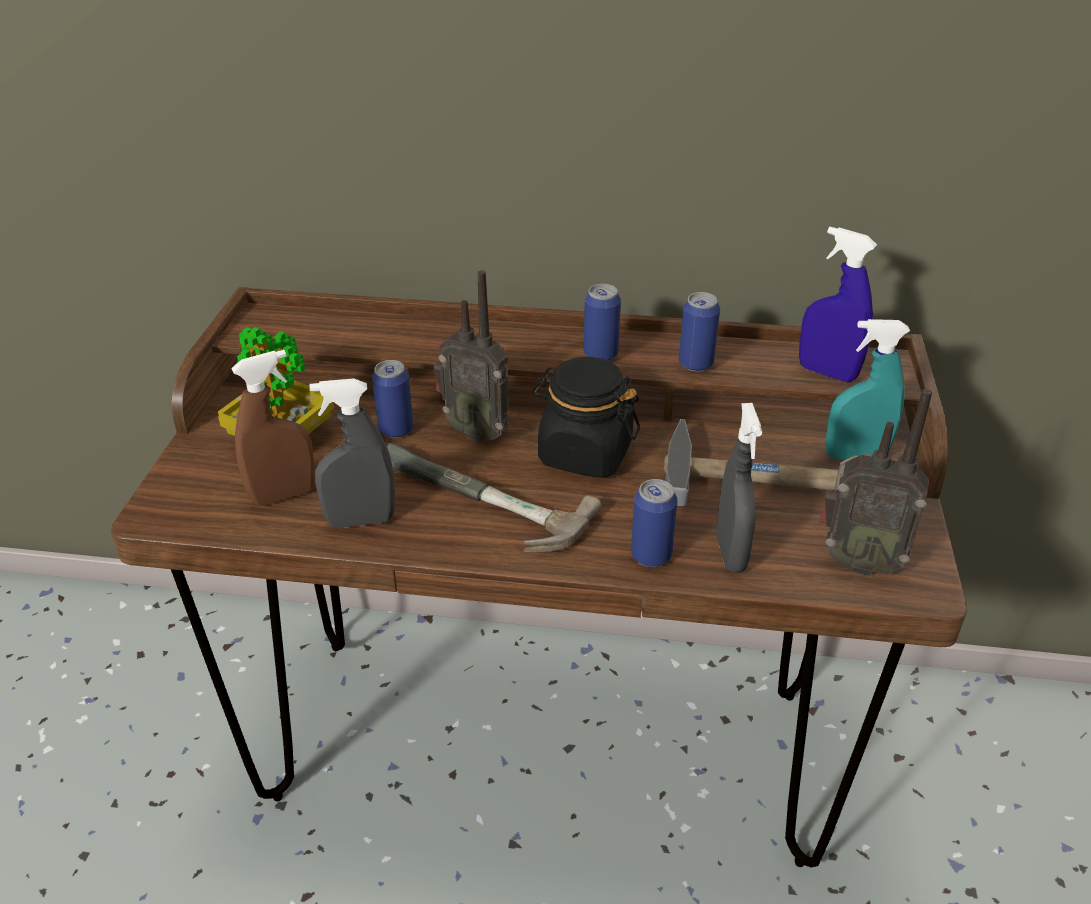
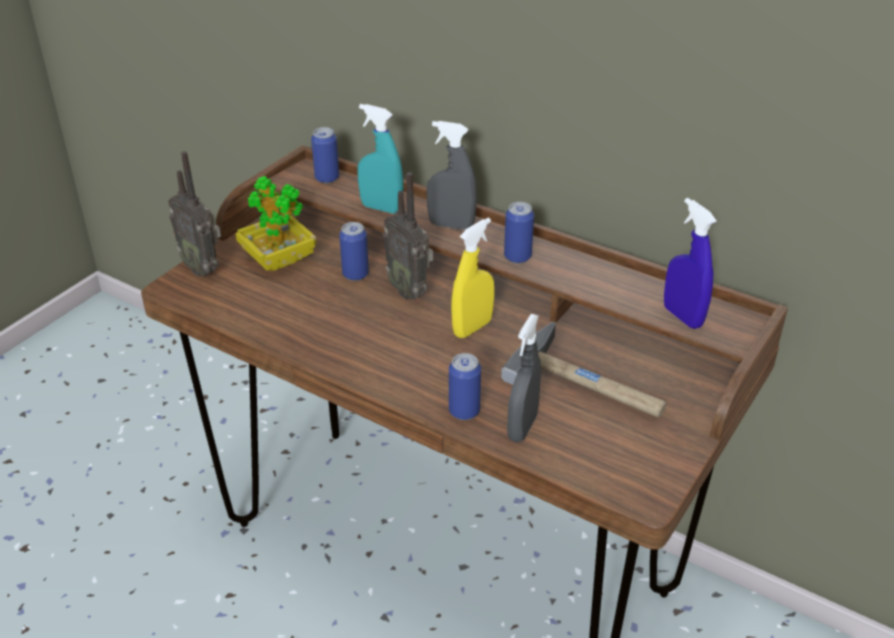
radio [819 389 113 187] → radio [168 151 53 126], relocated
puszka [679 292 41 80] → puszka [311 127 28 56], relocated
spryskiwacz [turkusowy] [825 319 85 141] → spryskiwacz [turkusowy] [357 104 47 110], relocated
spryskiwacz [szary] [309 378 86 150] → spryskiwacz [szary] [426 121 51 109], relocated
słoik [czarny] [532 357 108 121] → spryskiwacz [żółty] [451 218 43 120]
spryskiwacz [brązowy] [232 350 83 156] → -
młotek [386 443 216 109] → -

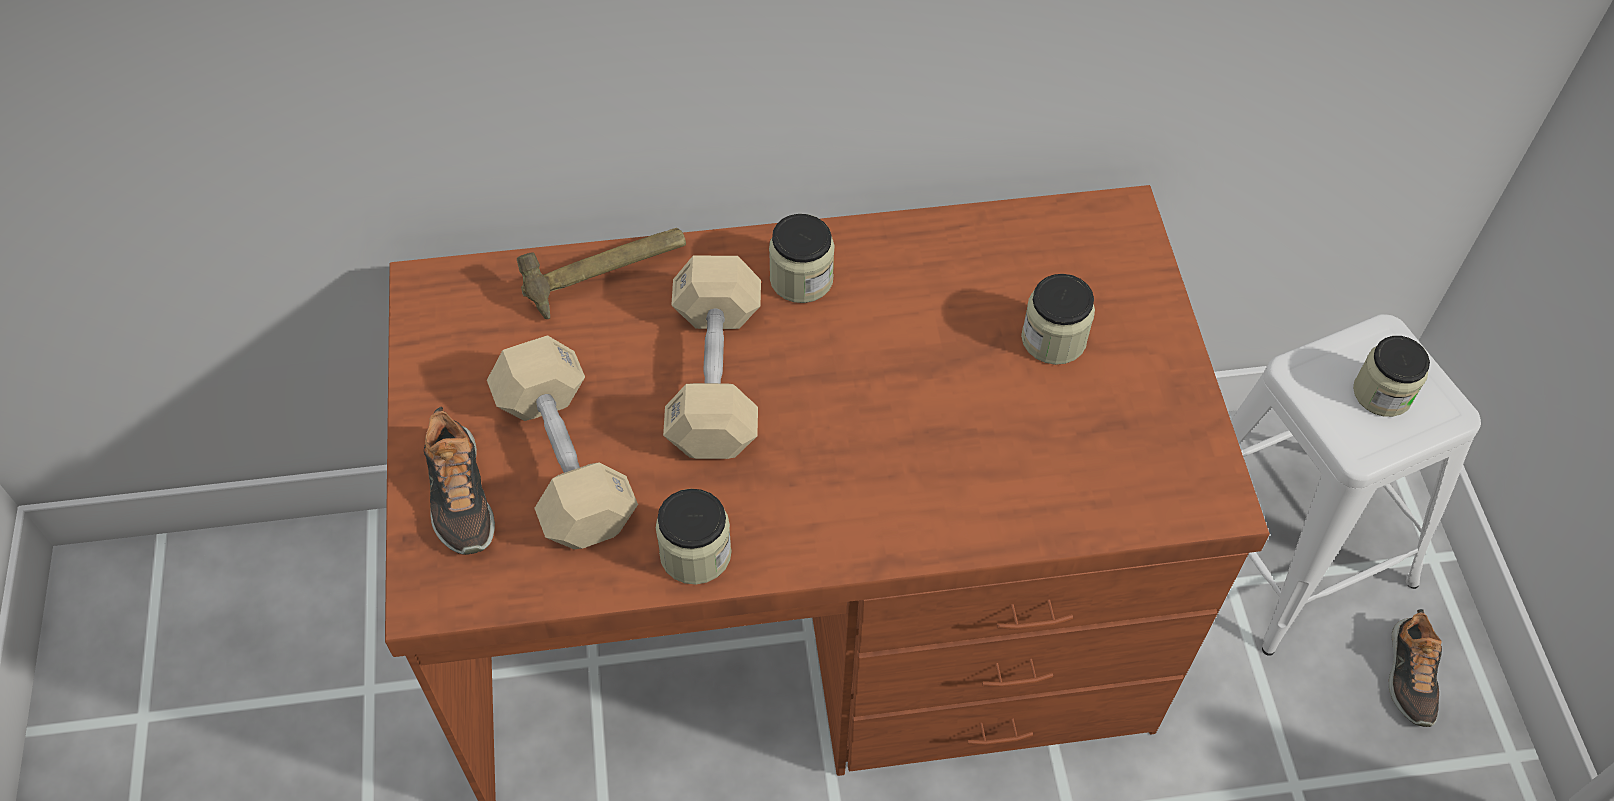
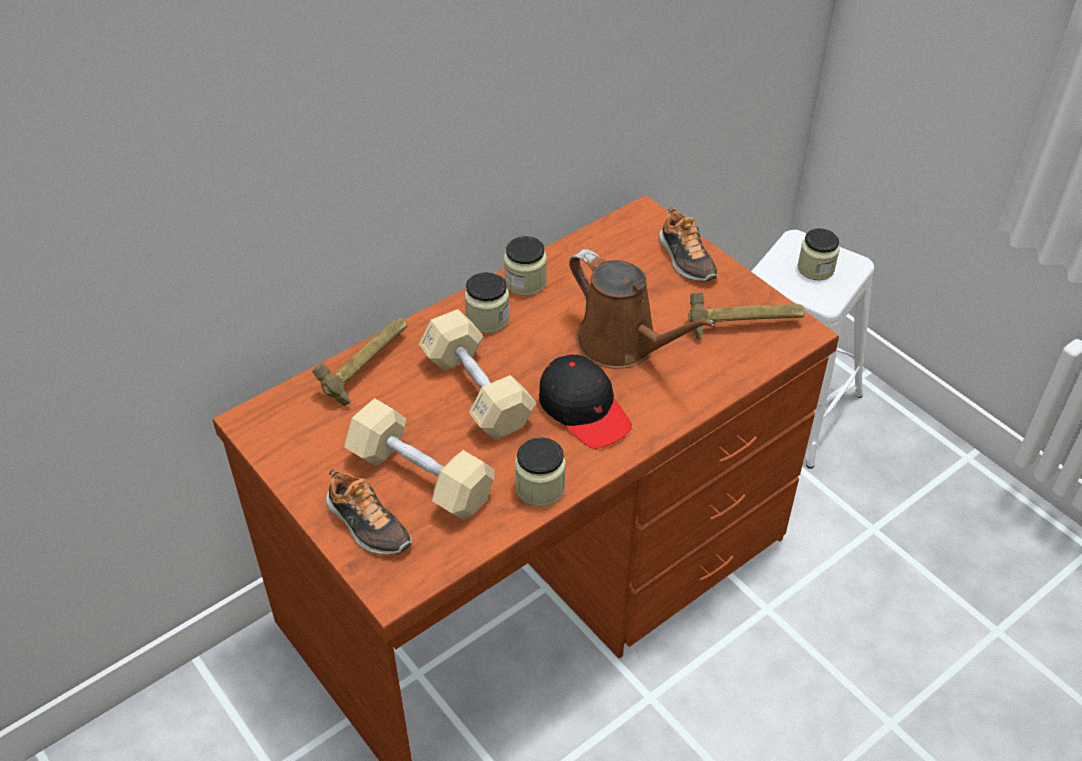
słoik [1021 274 74 91] → słoik [504 236 43 60], relocated
- → czapka z daszkiem [czarny] [539 354 93 95]
- → konewka [brązowy] [569 249 146 120]
but [1389 609 53 118] → but [659 207 59 74], relocated
- → młotek [688 292 117 47]

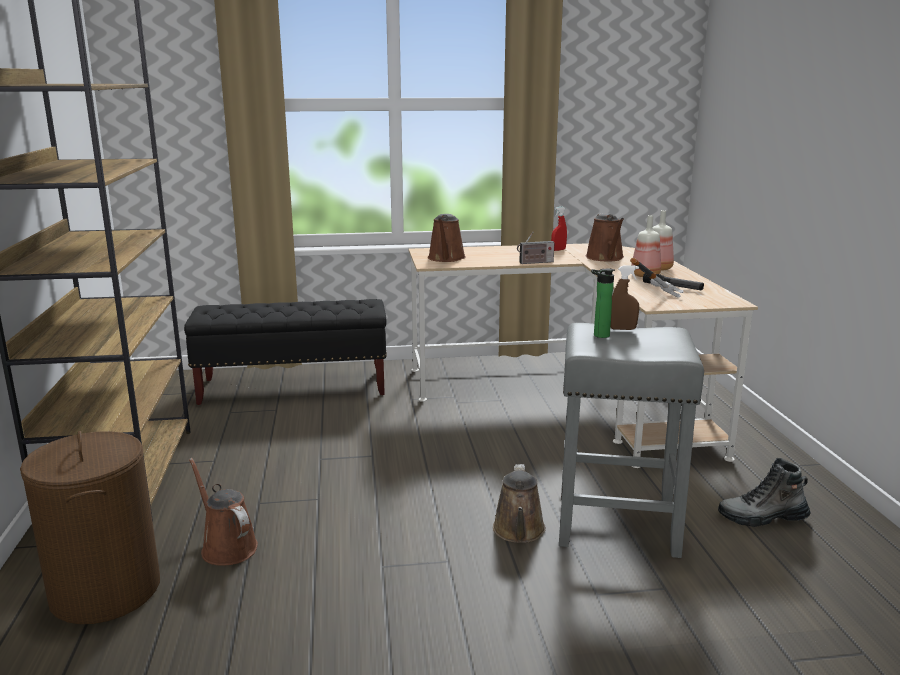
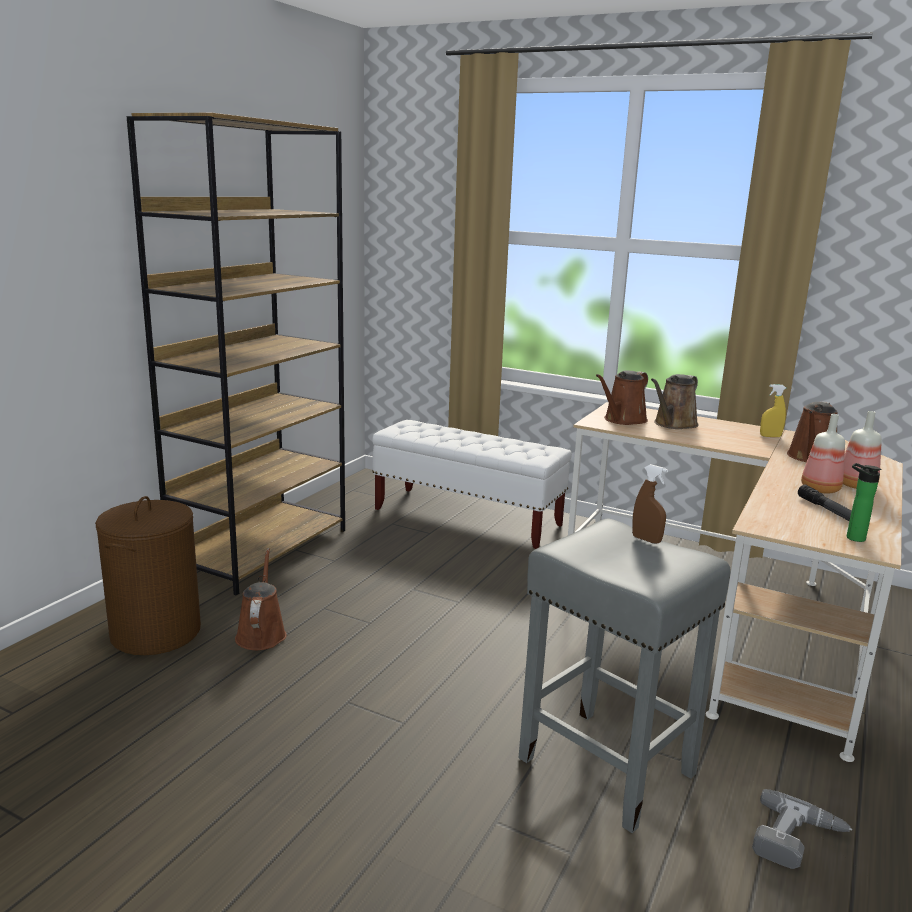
ławka [czarny] [184 299 203 106] → ławka [biały] [372 420 200 129]
konewka [brązowy] [493 464 53 79] → konewka [brązowy] [651 374 48 55], relocated
but z cholewką [718 458 93 69] → wiertarka [752 789 100 80]
spryskiwacz [czerwony] [551 207 16 44] → spryskiwacz [żółty] [760 384 26 53]
butelka [591 268 24 70] → butelka [847 463 35 79], relocated
radio [517 232 38 32] → -
młotek [630 258 54 40] → -

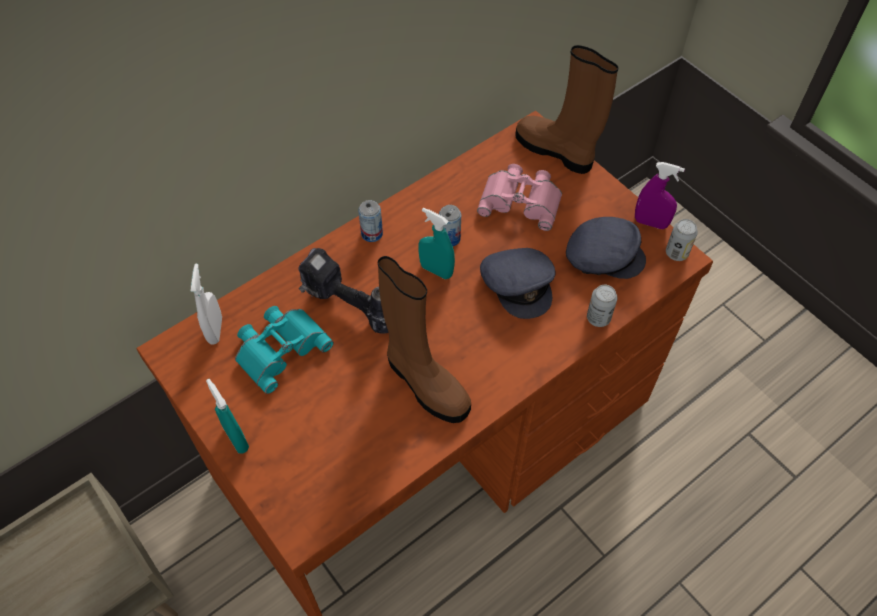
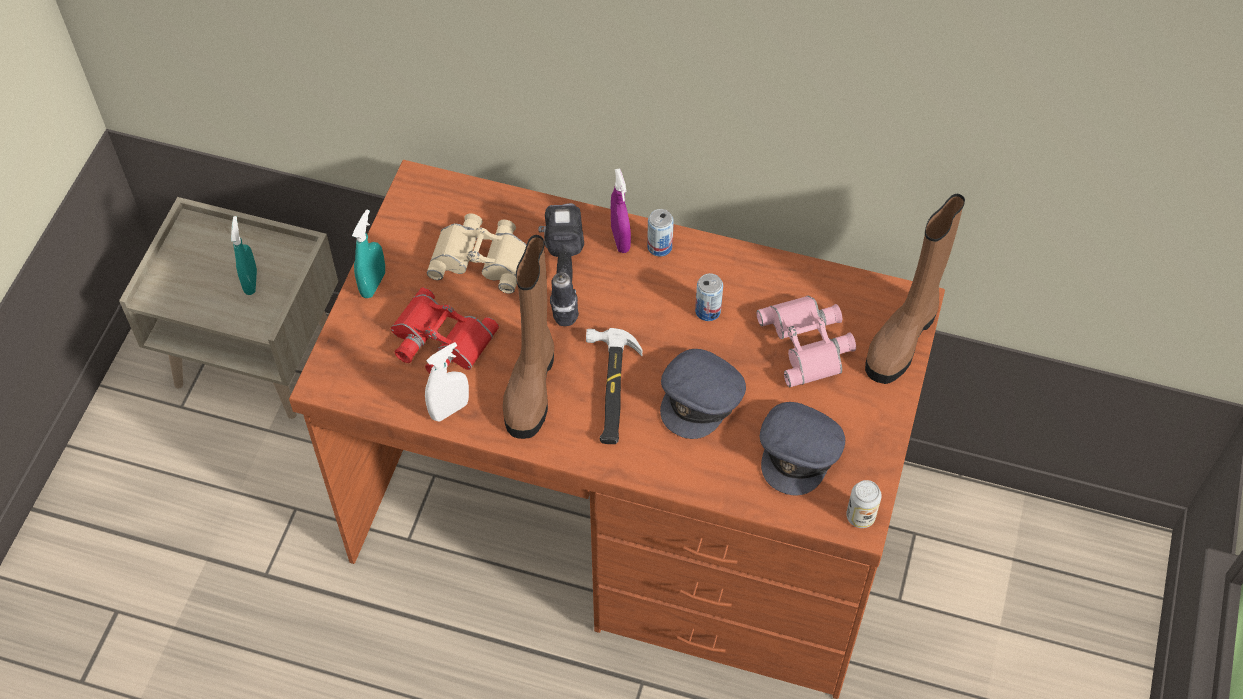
spryskiwacz [turkusowy] [418 208 37 71] → spryskiwacz [turkusowy] [231 216 26 79], relocated
- → lornetka [czerwony] [391 288 108 85]
spryskiwacz [biały] [191 264 31 81] → spryskiwacz [biały] [425 342 44 80], relocated
lornetka [turkusowy] [235 306 99 88] → lornetka [beżowy] [427 213 100 81]
- → młotek [586 328 56 116]
spryskiwacz [fioletowy] [635 162 50 67] → spryskiwacz [fioletowy] [611 168 20 85], relocated
czapka z daszkiem [szary] [566 217 80 62] → czapka z daszkiem [szary] [760 402 85 93], 45 degrees clockwise
but z cholewką [brązowy] [515 45 103 129] → but z cholewką [brązowy] [865 194 100 190], 150 degrees counterclockwise
puszka [587 285 30 42] → -

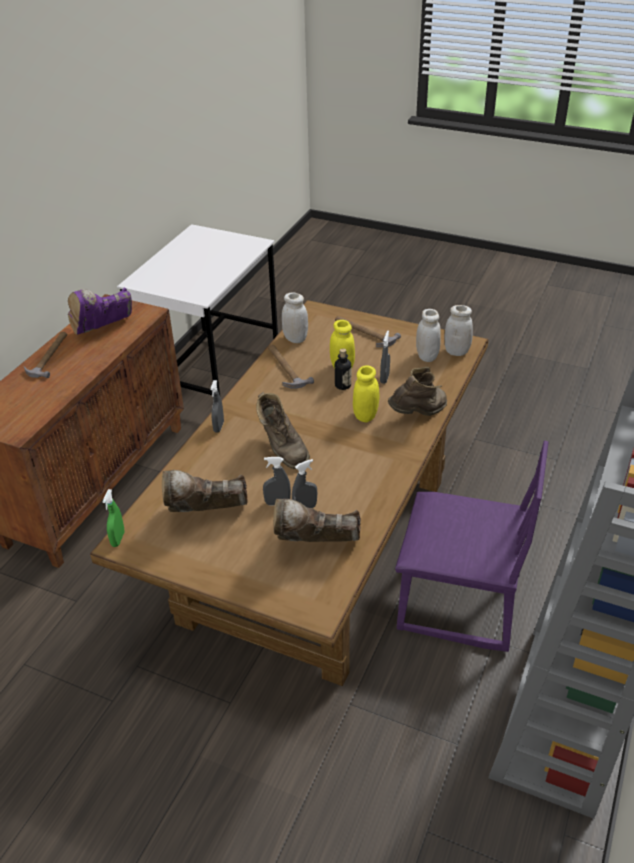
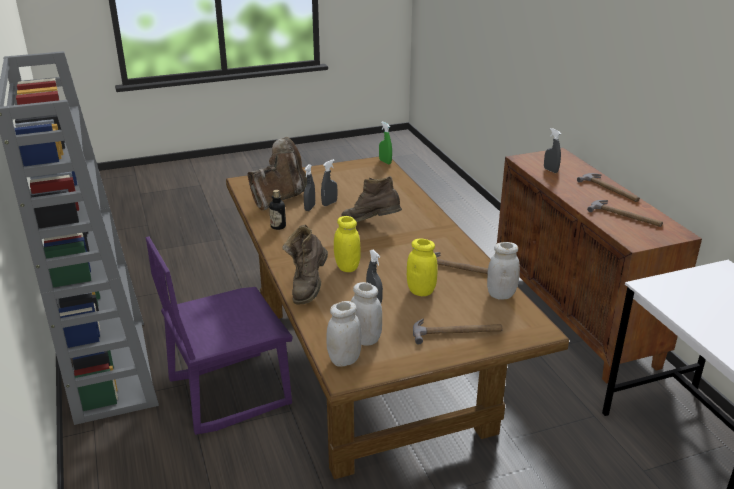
butelka [335 348 16 42] → butelka [269 190 17 40], relocated
spryskiwacz [szary] [210 380 14 53] → spryskiwacz [szary] [544 128 17 45], relocated
but z cholewką [fioletowy] [68 288 64 47] → młotek [587 200 76 27]
but z cholewką [brązowy] [162 470 86 42] → -

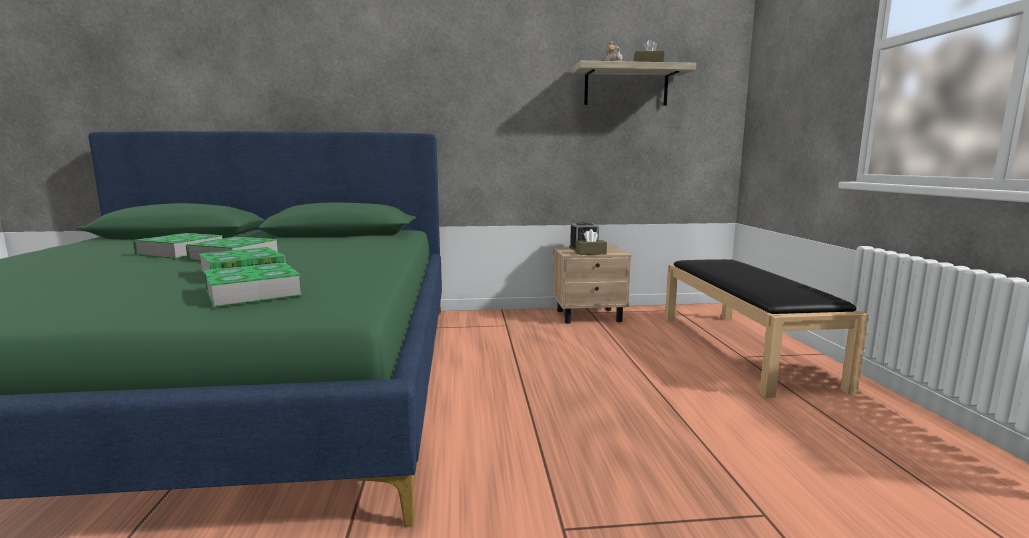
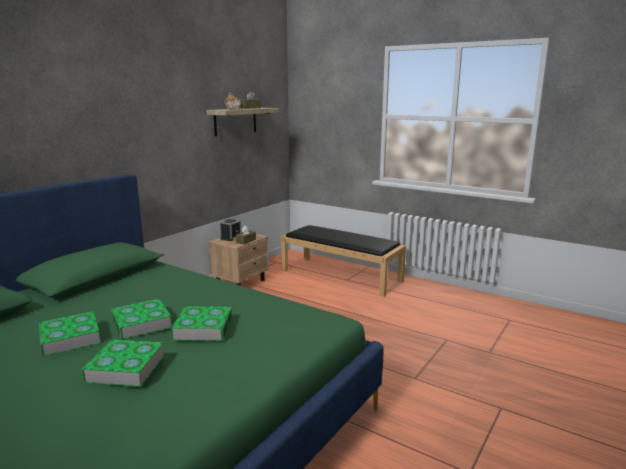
książka [204 262 98 45] → książka [81 340 84 47], relocated

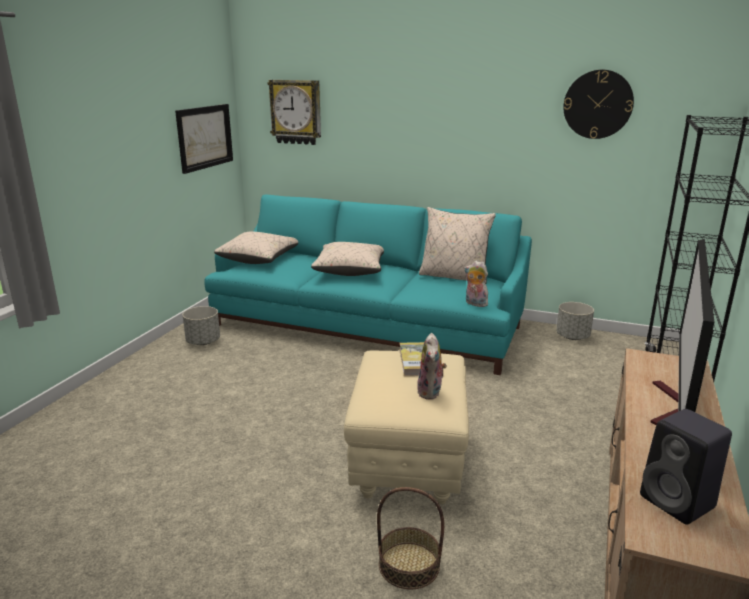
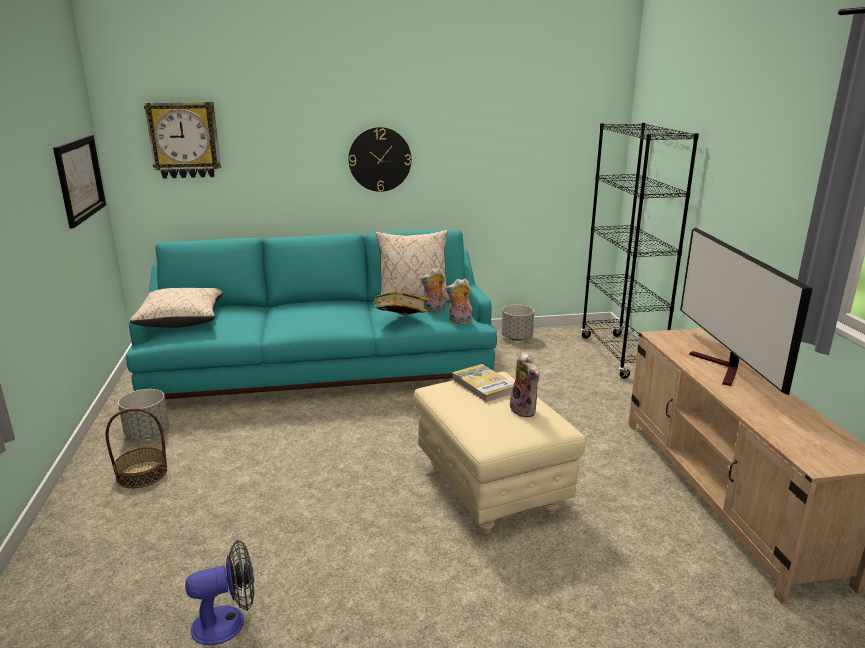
koszyk [377 487 67 102] → koszyk [105 408 62 80], relocated
- → wentylator [185 540 69 105]
zegar ścienny [563 70 71 69] → zegar ścienny [348 127 63 65], relocated
- → książka [373 290 55 25]
- → pluszak [420 268 26 45]
poduszka [beżowy] [311 242 73 34] → -
głośnik [czarny] [640 409 92 116] → -

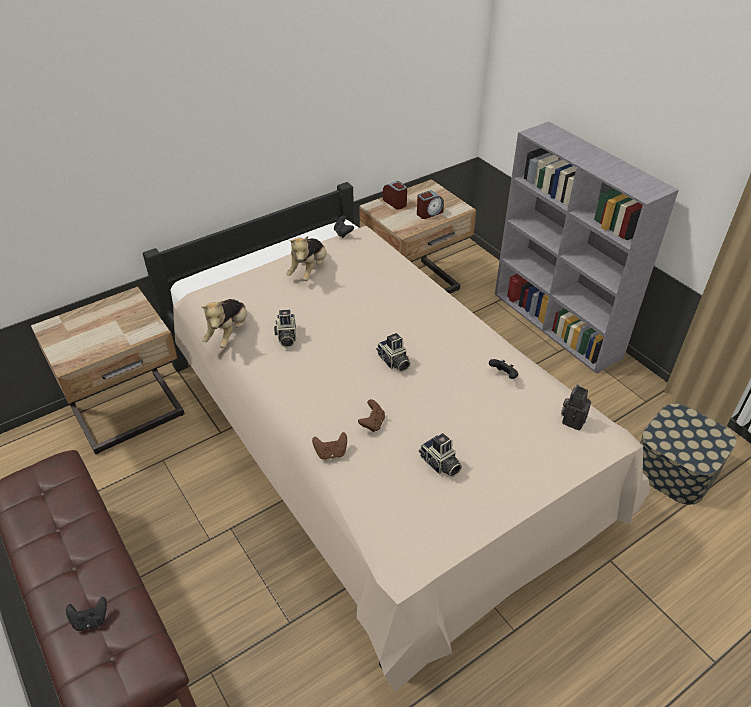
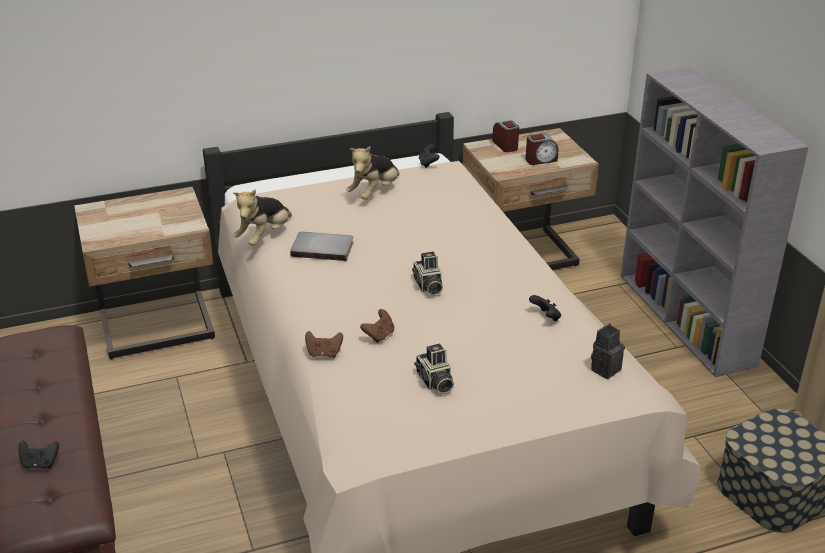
aparat fotograficzny [274 310 22 38] → książka [szary] [290 232 63 29]

